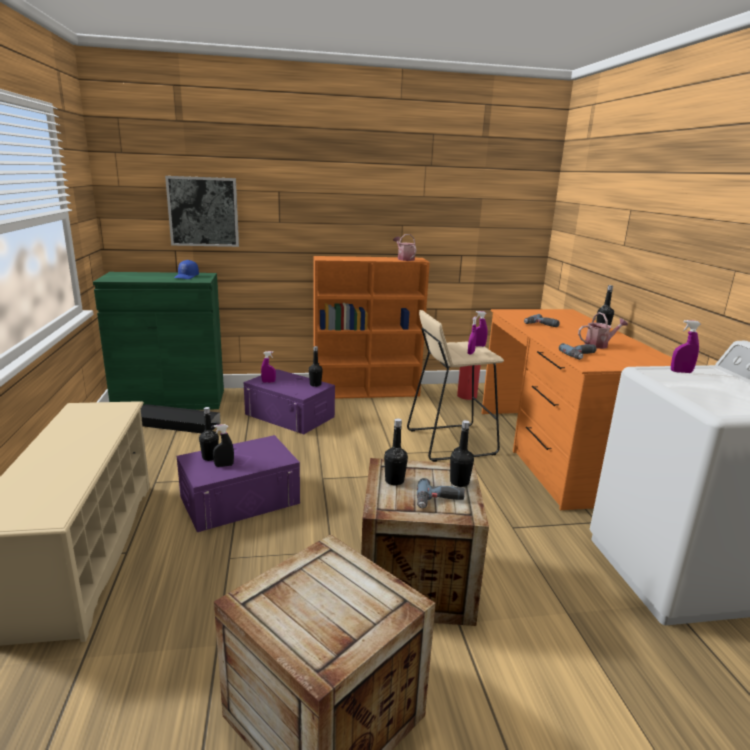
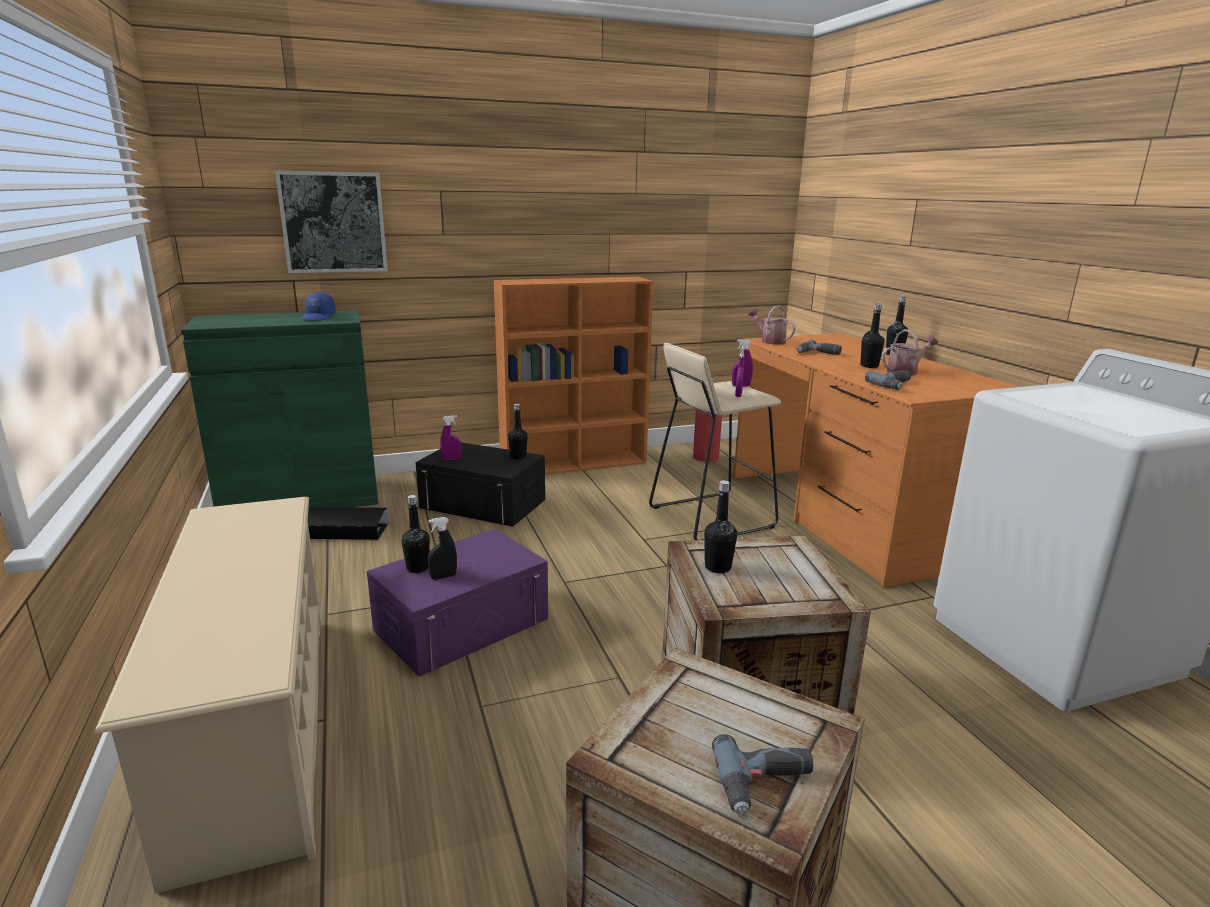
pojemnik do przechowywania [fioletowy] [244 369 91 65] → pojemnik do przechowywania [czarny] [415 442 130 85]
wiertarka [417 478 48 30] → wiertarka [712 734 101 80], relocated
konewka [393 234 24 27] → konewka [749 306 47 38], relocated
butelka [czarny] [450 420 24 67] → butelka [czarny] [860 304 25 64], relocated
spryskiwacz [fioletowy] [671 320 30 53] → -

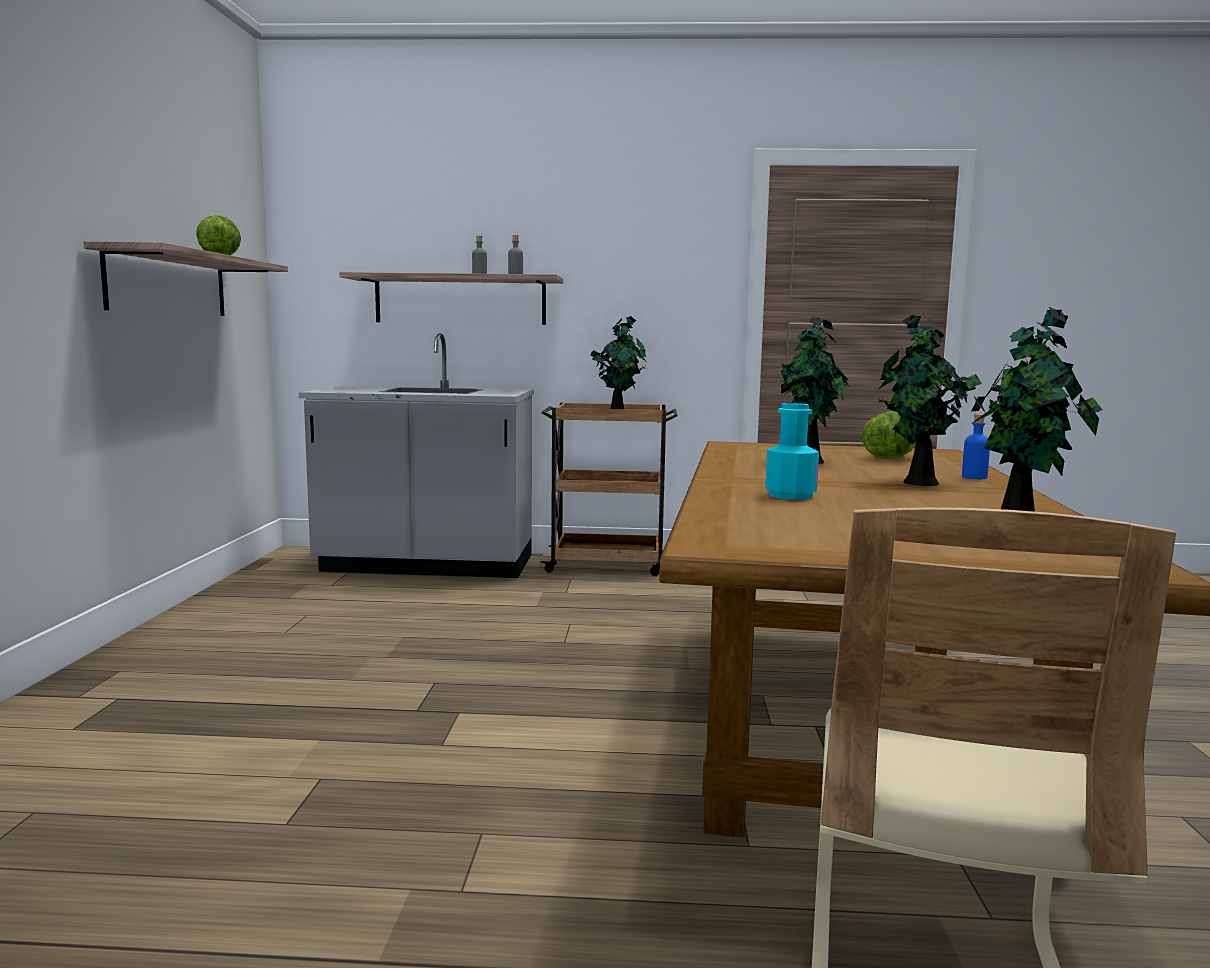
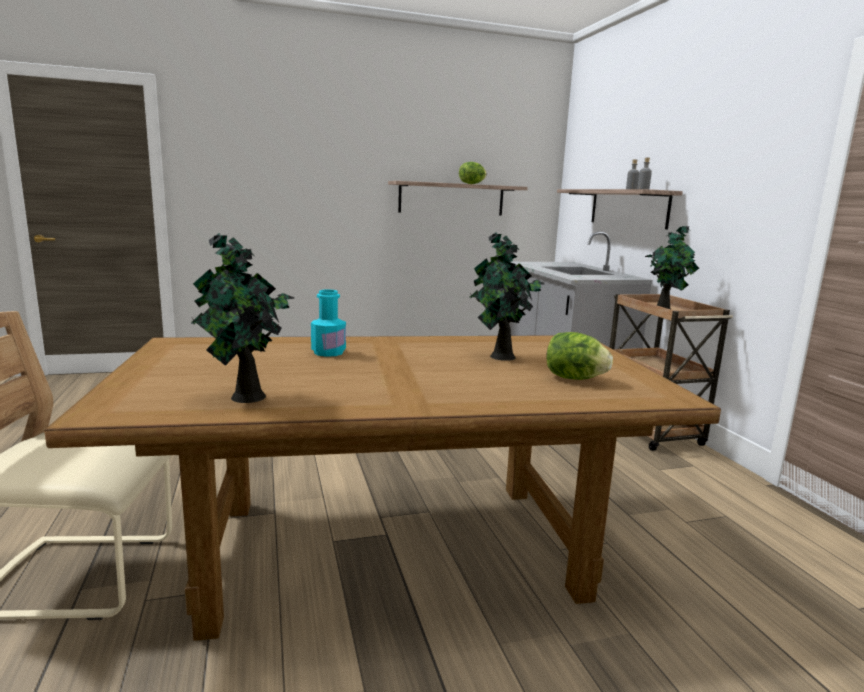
roślina doniczkowa [876 314 106 172] → -
butelka [niebieski] [962 414 28 65] → -

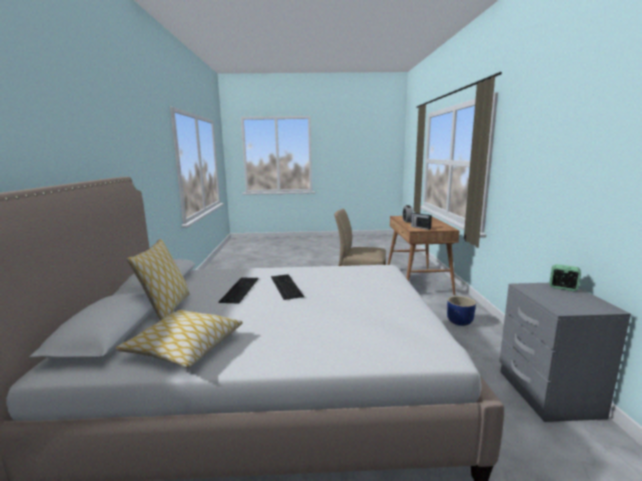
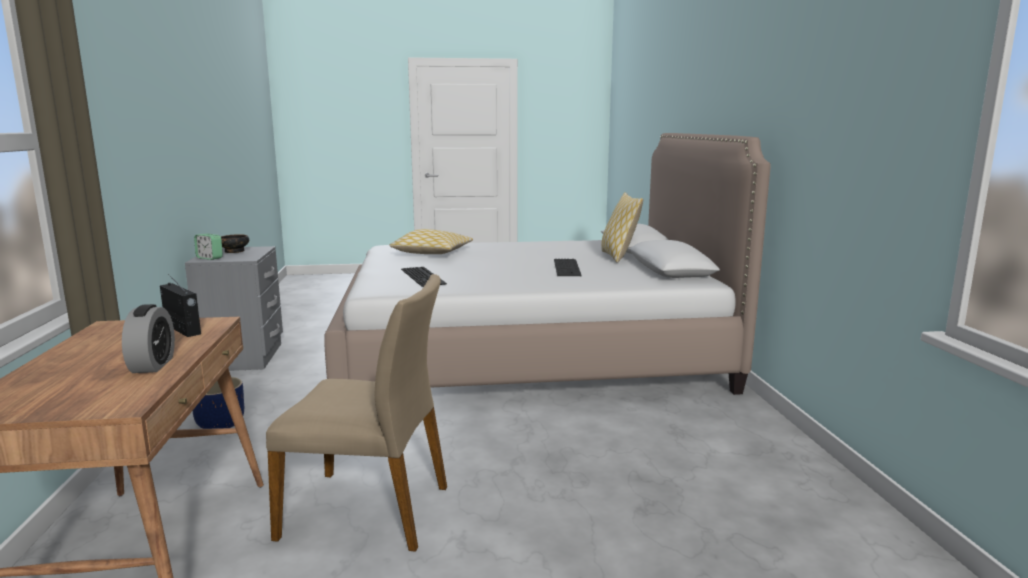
- → miska [221 234 28 19]
poduszka [115 310 128 58] → poduszka [389 229 84 25], relocated
klawiatura [271 274 33 26] → klawiatura [401 267 46 20], relocated

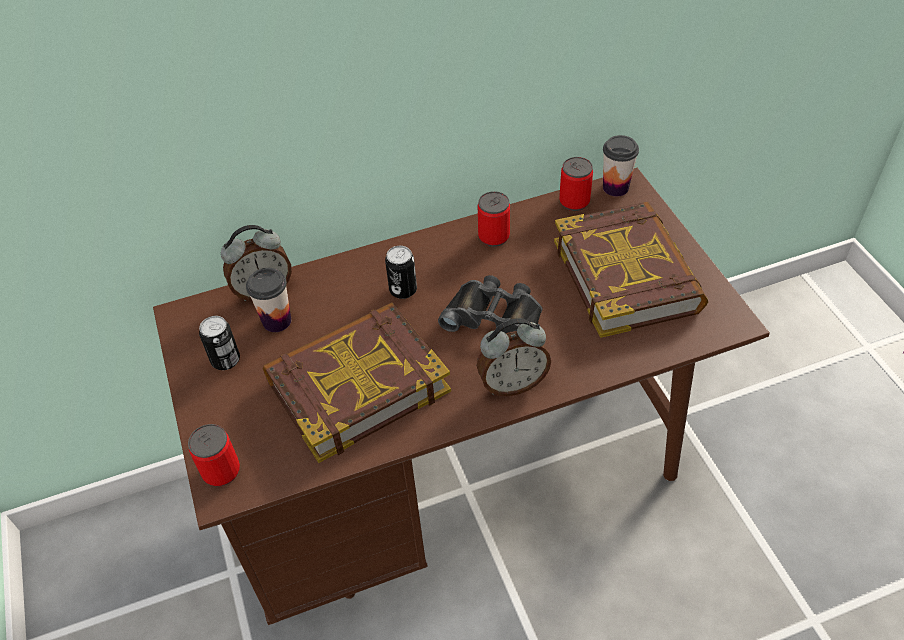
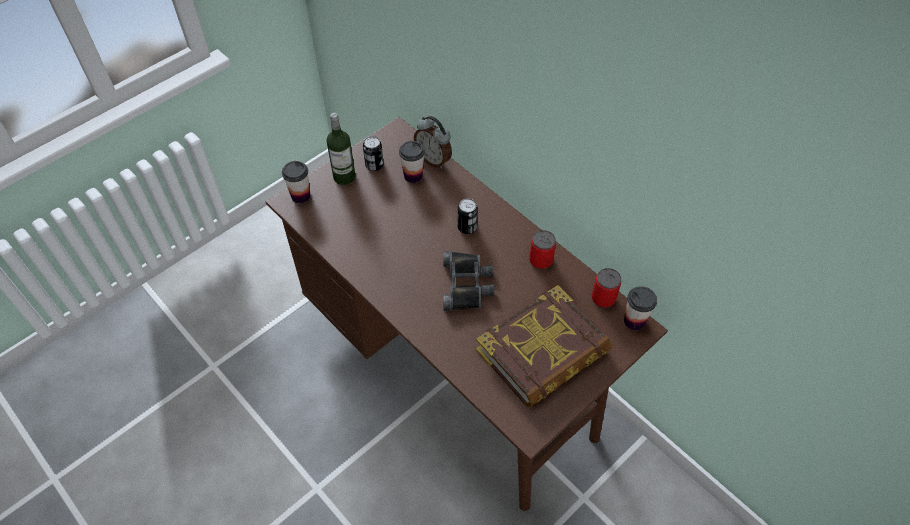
puszka [188 424 52 63] → filiżanka [282 161 28 42]
- → butelka [326 113 30 72]
książka [263 302 188 161] → -
budzik [477 318 74 78] → -

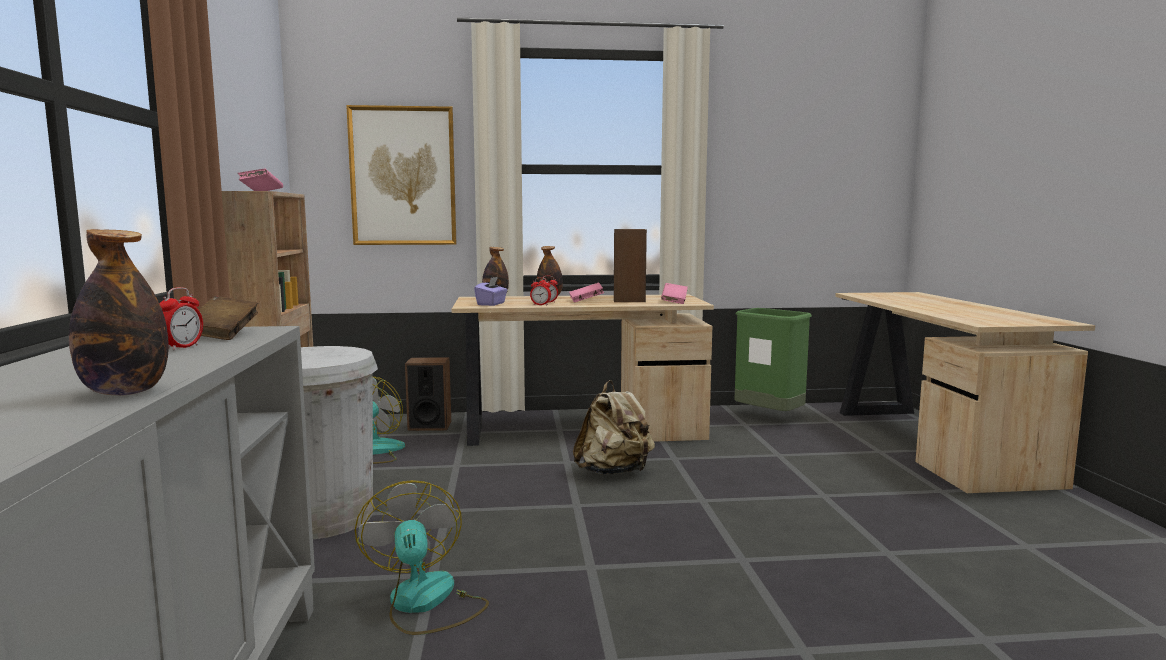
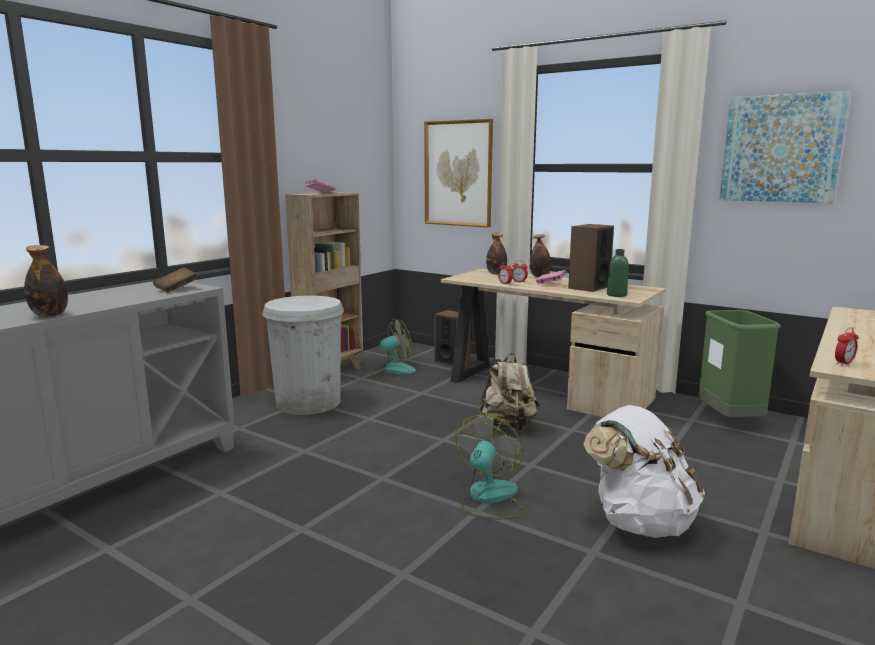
wentylator [355 480 134 155] → wentylator [455 414 72 105], relocated
- → plecak [biały] [583 405 122 133]
książka [różowy] [661 283 27 21] → butelka [zielony] [607 249 21 48]
- → obraz [720 91 130 112]
budzik [159 287 44 63] → budzik [835 327 24 39], relocated
pudełko chusteczek [fioletowy] [474 277 34 29] → -

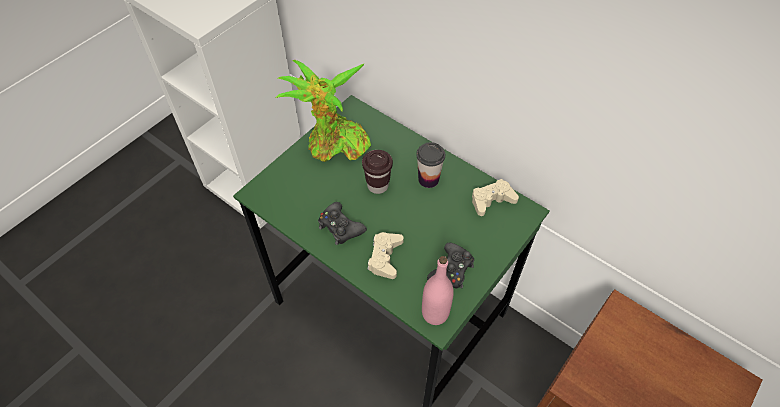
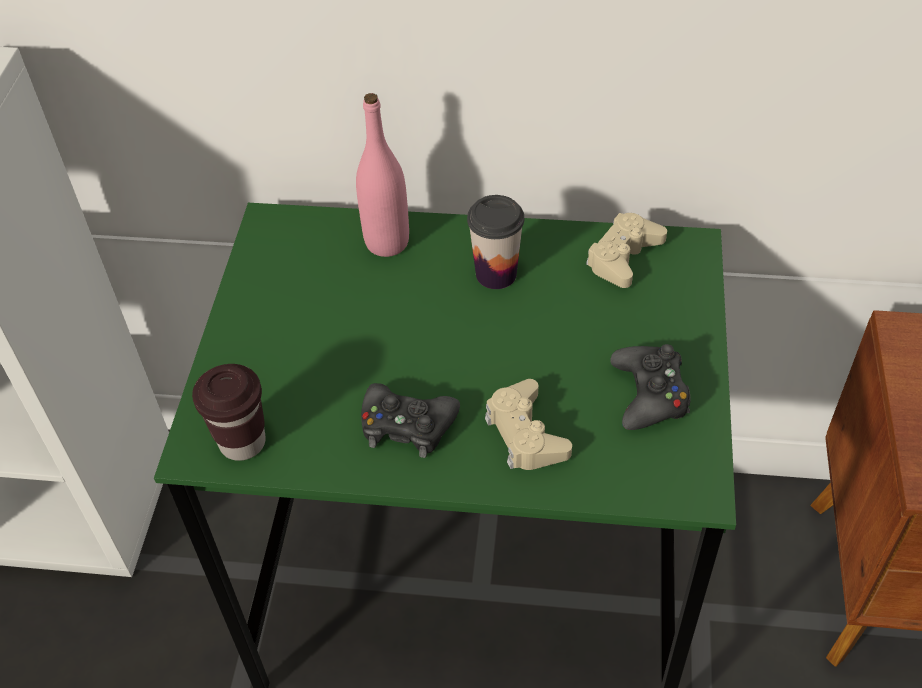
filiżanka [brązowy] [362 150 31 44] → filiżanka [brązowy] [192 364 74 97], relocated
butelka [różowy] [422 256 32 69] → butelka [różowy] [356 93 53 164], relocated
roślina doniczkowa [275 60 96 102] → -

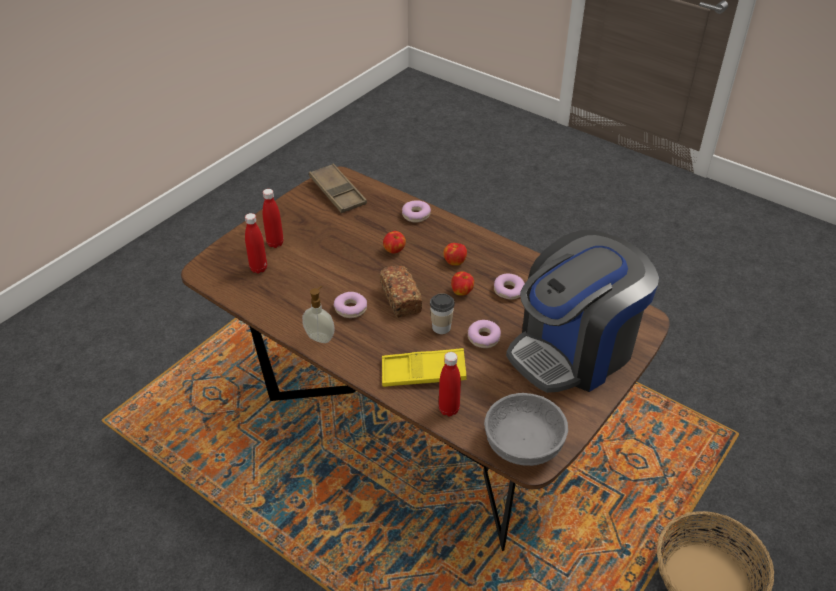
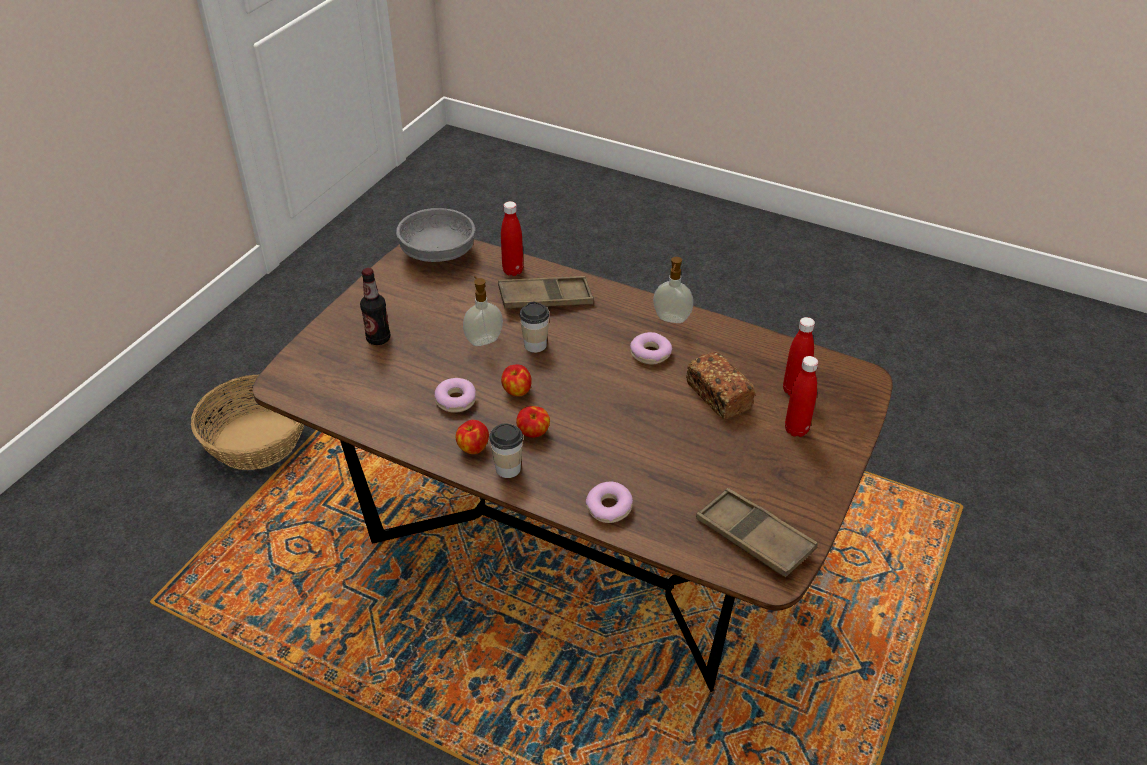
ekspres do kawy [506 230 153 163] → butelka [360 268 31 77]
jabłko [383 231 23 23] → jabłko [456 420 33 34], relocated
donut [468 320 33 28] → dozownik mydła [463 276 40 70]
- → filiżanka [489 423 34 55]
taca [żółty] [382 348 84 39] → taca [brązowy] [498 276 96 33]
chleb [380 266 42 51] → chleb [686 352 69 67], relocated

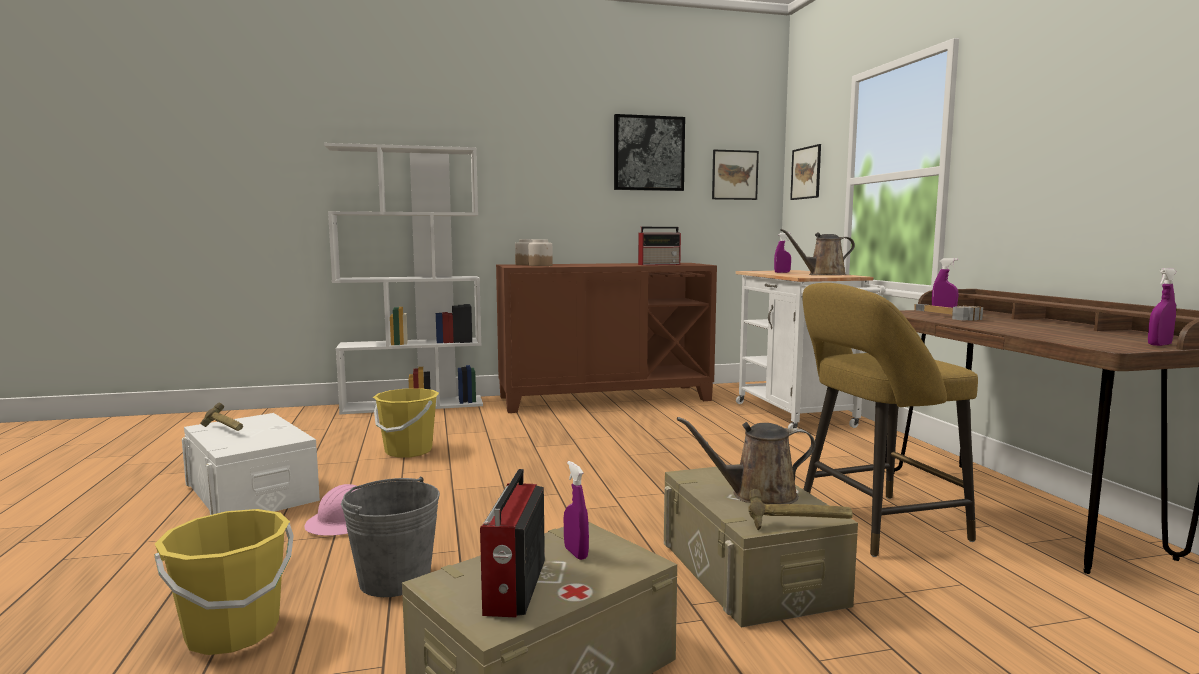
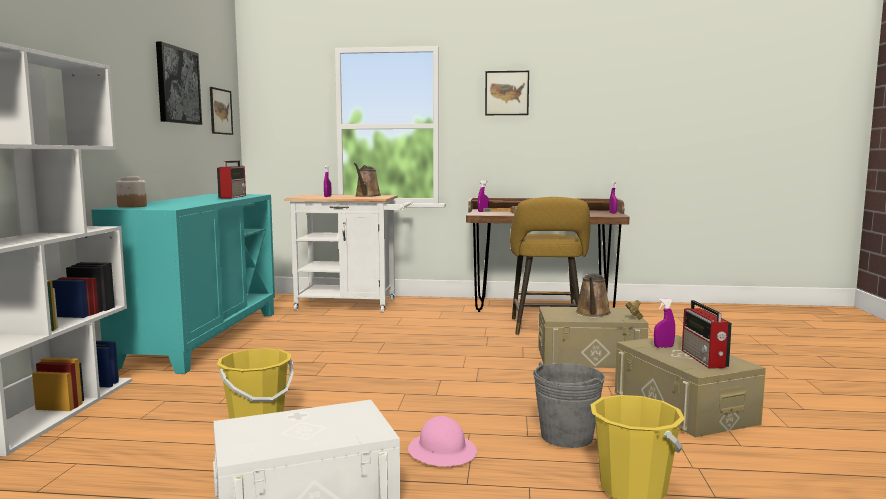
szafka [brązowy] [496 263 221 150] → szafka [turkusowy] [91 194 184 180]
obraz [790 144 31 56] → obraz [485 71 44 44], relocated
radio [480 469 65 149] → radio [682 300 50 69], 60 degrees clockwise
młotek [201 402 42 29] → -
słoik [528 239 25 27] → -

